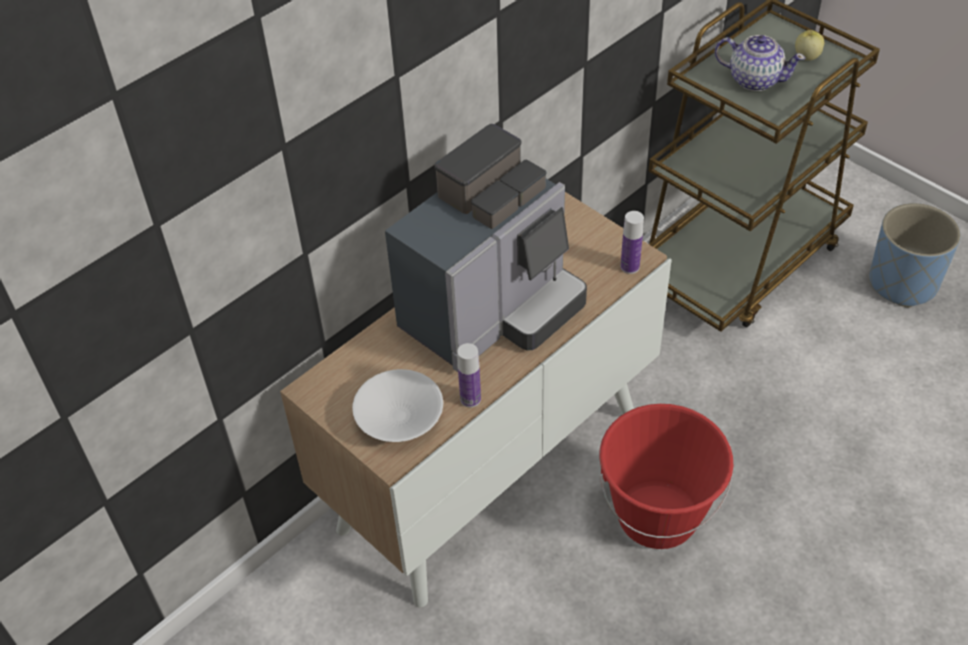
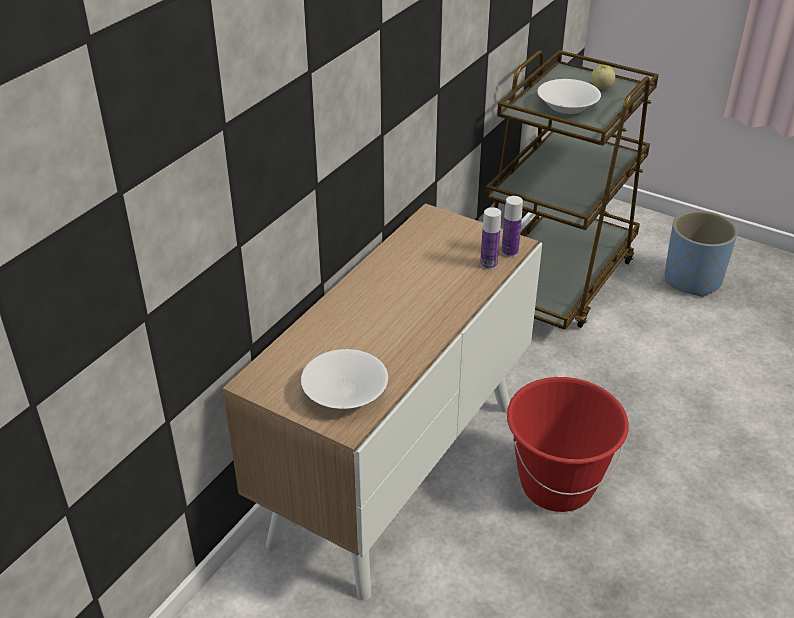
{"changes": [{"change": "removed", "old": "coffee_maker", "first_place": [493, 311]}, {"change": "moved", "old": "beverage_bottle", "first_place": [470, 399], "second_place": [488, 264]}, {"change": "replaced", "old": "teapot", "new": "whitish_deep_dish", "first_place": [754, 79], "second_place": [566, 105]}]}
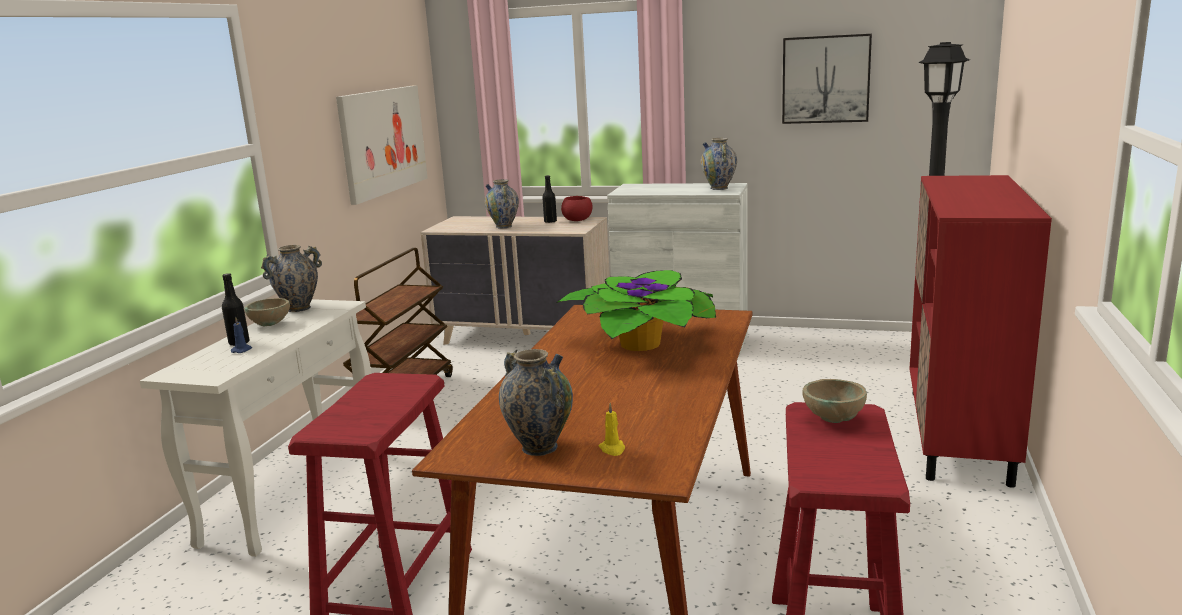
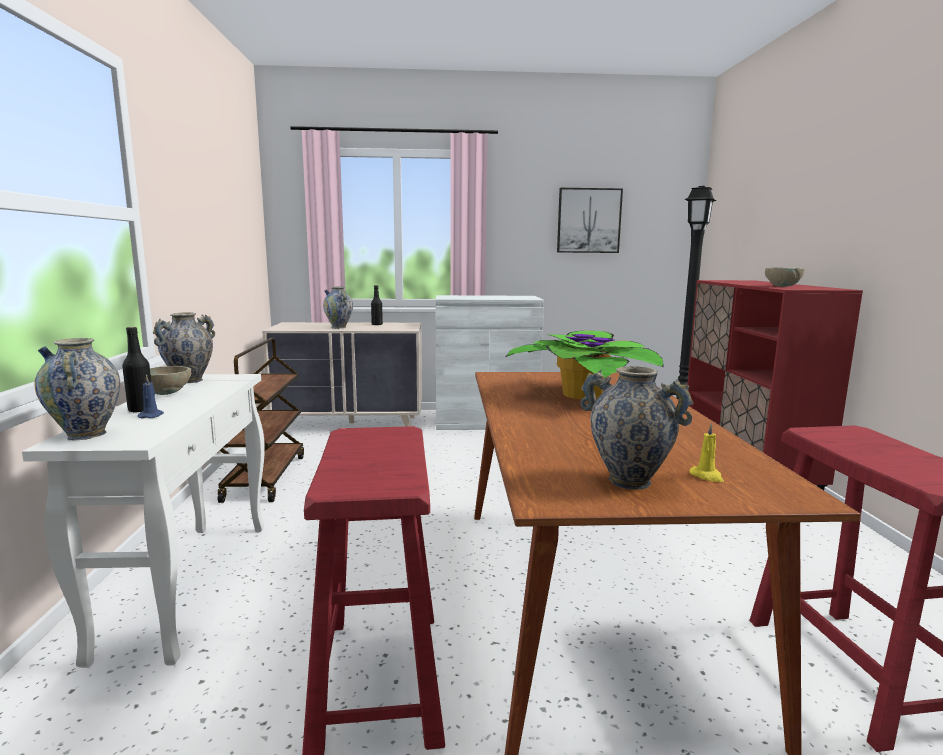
{"changes": [{"change": "removed", "old": "wall_art", "first_place": [383, 141]}, {"change": "removed", "old": "red-coloured_deep_dish", "first_place": [578, 220]}, {"change": "moved", "old": "vase", "first_place": [719, 188], "second_place": [86, 434]}, {"change": "moved", "old": "sand-coloured_deep_dish", "first_place": [832, 419], "second_place": [782, 286]}]}
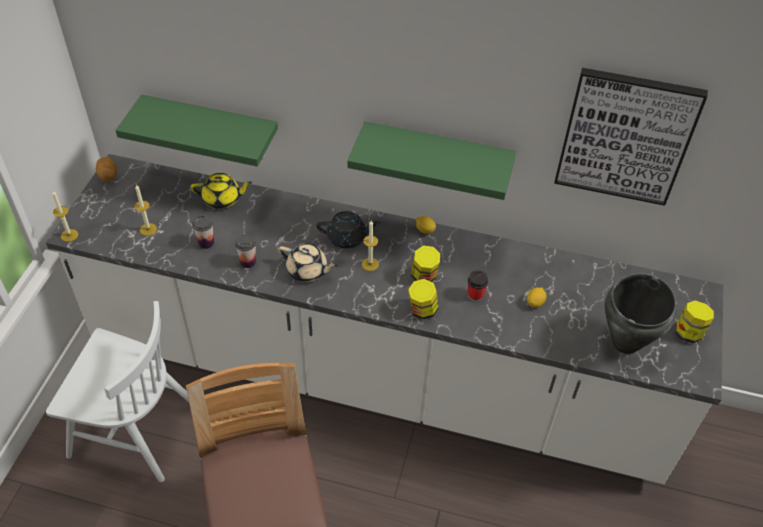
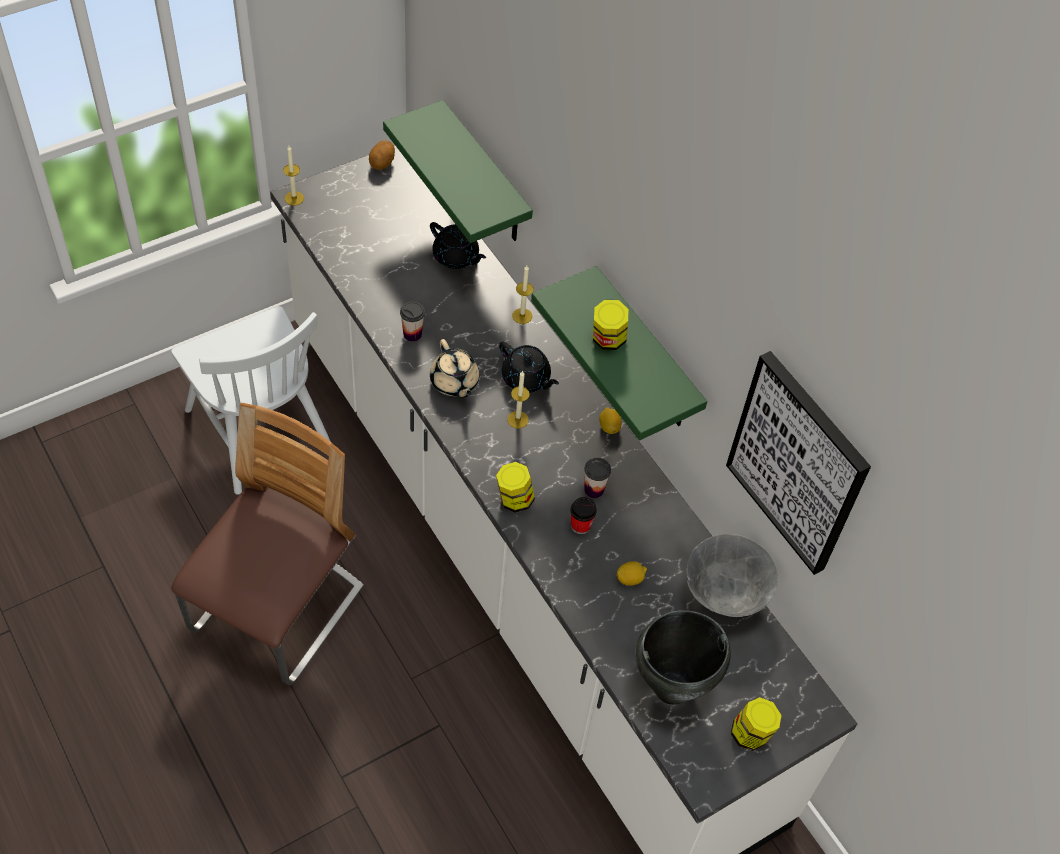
{"changes": [{"change": "added", "new": "gray_deep_dish", "second_place": [724, 596]}, {"change": "moved", "old": "wax_light", "first_place": [148, 229], "second_place": [522, 316]}, {"change": "moved", "old": "drinking_cup", "first_place": [206, 243], "second_place": [594, 490]}, {"change": "moved", "old": "storage_jar", "first_place": [424, 276], "second_place": [607, 340]}, {"change": "recoloured", "old": "yellow-coloured_teapot", "new": "black_teapot", "first_place": [222, 199], "second_place": [456, 257]}]}
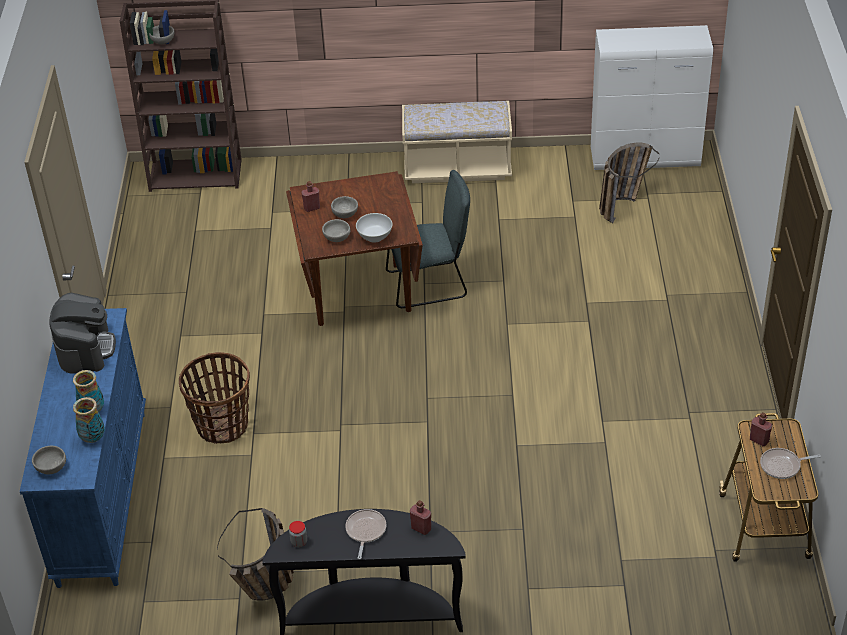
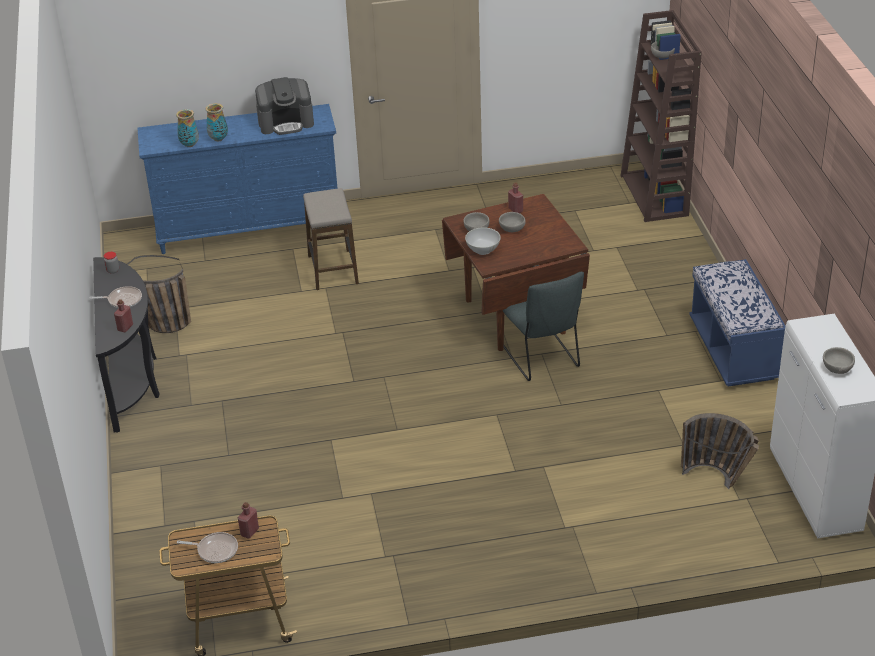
{"changes": [{"change": "moved", "old": "gray_deep_dish", "first_place": [51, 467], "second_place": [837, 368]}, {"change": "replaced", "old": "basket", "new": "stool_seat", "first_place": [222, 425], "second_place": [332, 270]}, {"change": "recoloured", "old": "sand-coloured_long_seat", "new": "bluish_long_seat", "first_place": [457, 168], "second_place": [733, 351]}, {"change": "turned", "old": "frying_pan", "first_place": [782, 466], "second_place": [215, 550], "degrees": 120}]}
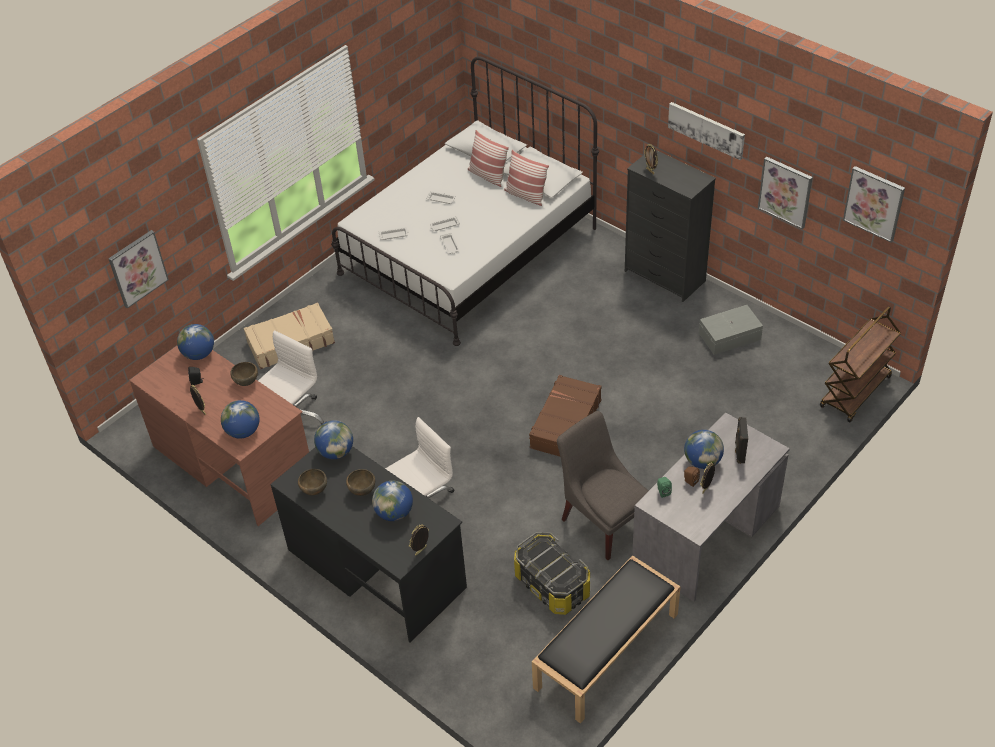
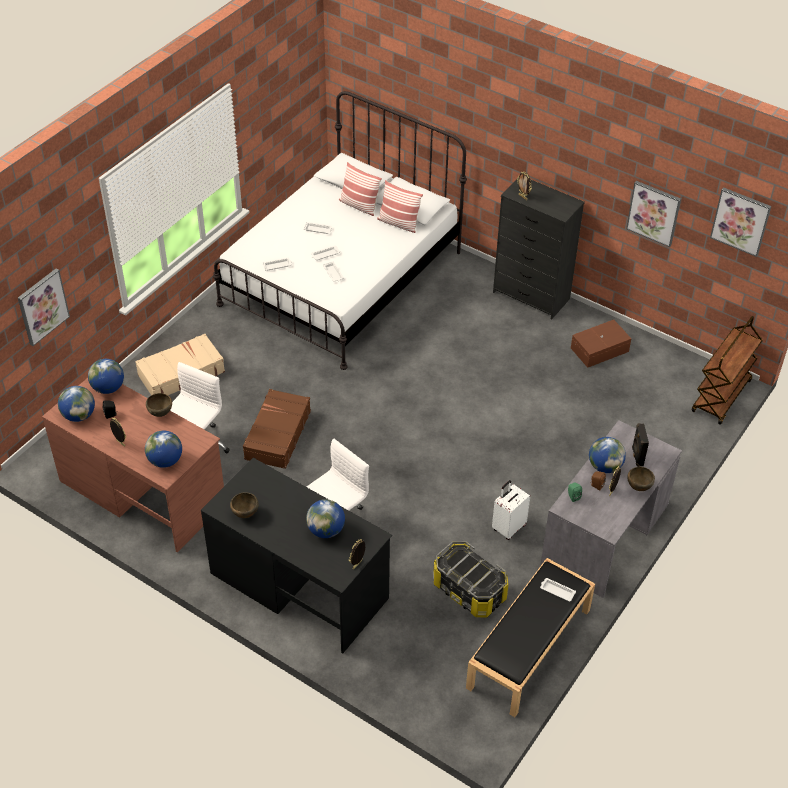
{"changes": [{"change": "removed", "old": "wall_art", "first_place": [706, 129]}, {"change": "added", "new": "whitish_serving_tray", "second_place": [557, 591]}, {"change": "moved", "old": "globe", "first_place": [336, 452], "second_place": [79, 415]}, {"change": "moved", "old": "brown_deep_dish", "first_place": [362, 491], "second_place": [638, 487]}, {"change": "moved", "old": "brown_travel_case", "first_place": [565, 424], "second_place": [277, 435]}, {"change": "replaced", "old": "gray_chair", "new": "whitish_travel_case", "first_place": [603, 520], "second_place": [508, 527]}, {"change": "recoloured", "old": "gray_storage_box", "new": "brown_storage_box", "first_place": [730, 336], "second_place": [600, 350]}]}
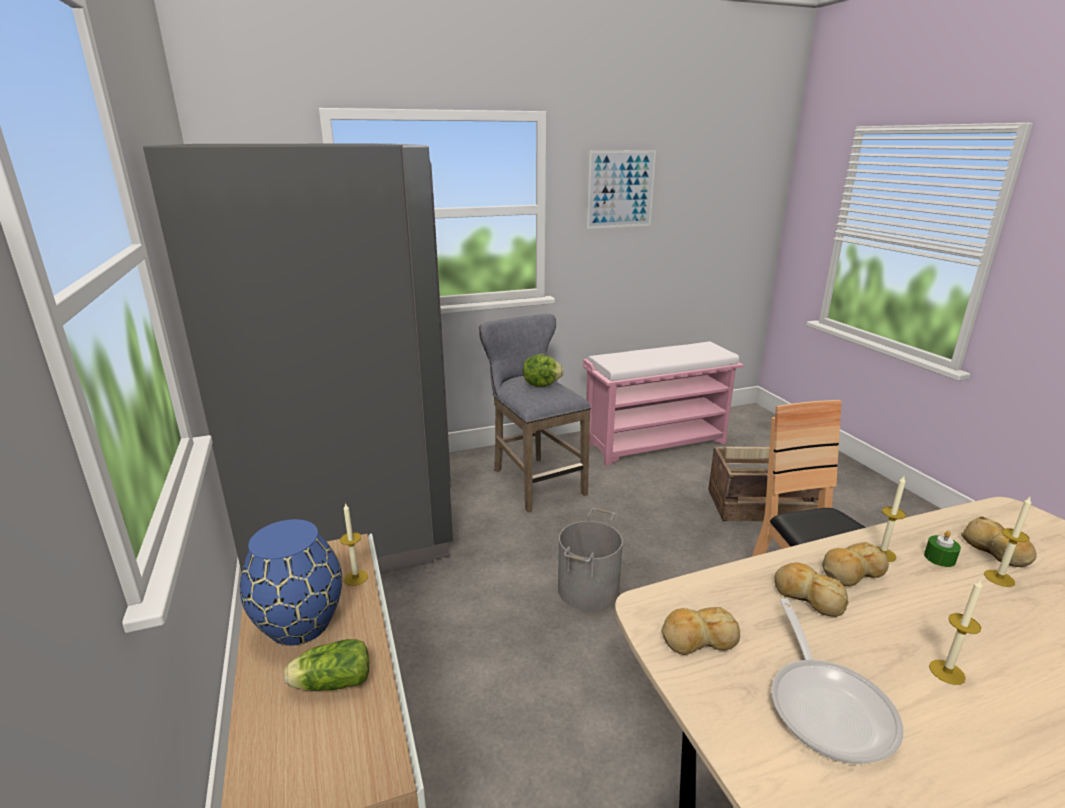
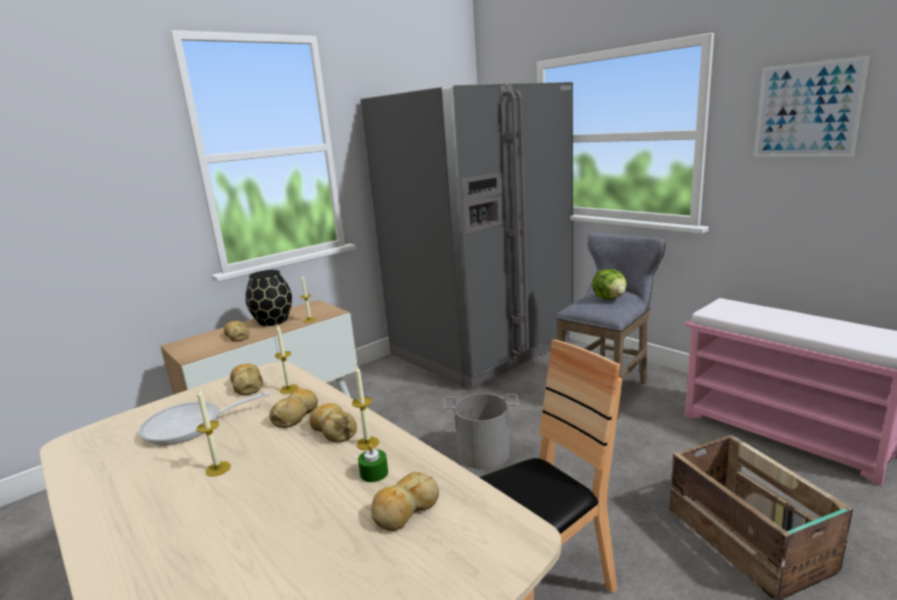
{"changes": [{"change": "moved", "old": "wax_light", "first_place": [999, 578], "second_place": [289, 389]}, {"change": "replaced", "old": "lettuce", "new": "bread", "first_place": [330, 683], "second_place": [237, 336]}, {"change": "recoloured", "old": "bluish_vase", "new": "black_vase", "first_place": [301, 624], "second_place": [273, 321]}]}
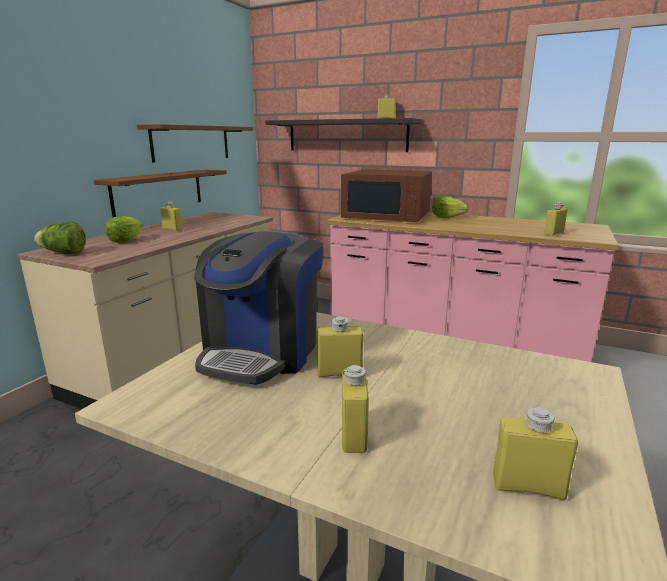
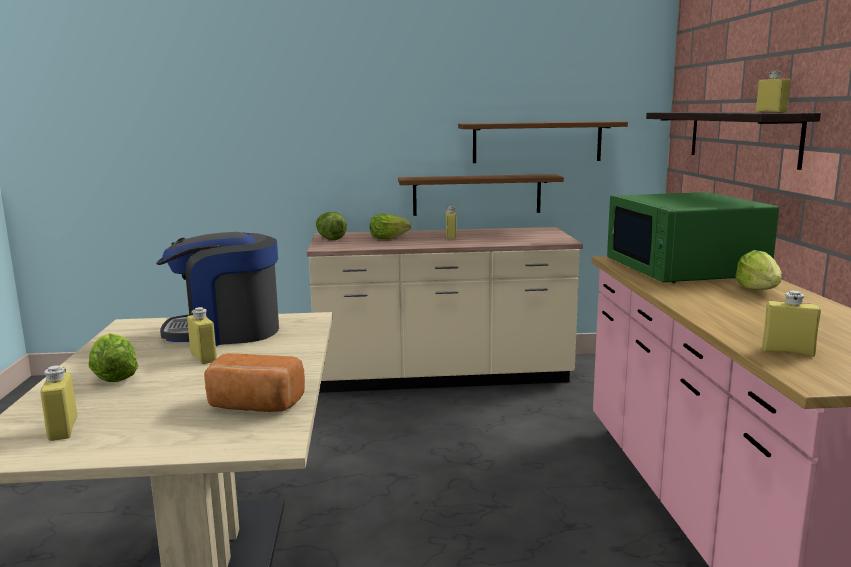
{"changes": [{"change": "added", "new": "bread", "second_place": [254, 406]}, {"change": "replaced", "old": "yellow-coloured_beverage_bottle", "new": "lettuce", "first_place": [353, 434], "second_place": [113, 377]}, {"change": "recoloured", "old": "brown_microwave_oven", "new": "greenish_microwave_oven", "first_place": [387, 216], "second_place": [684, 268]}]}
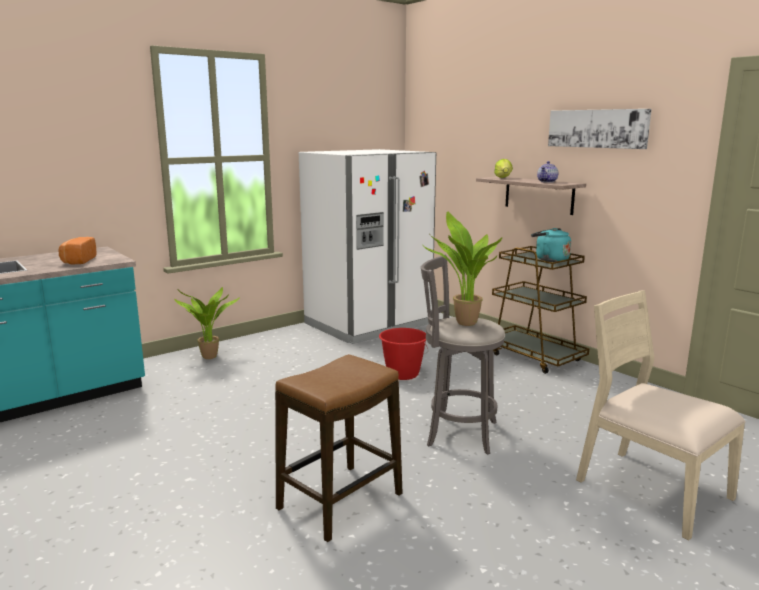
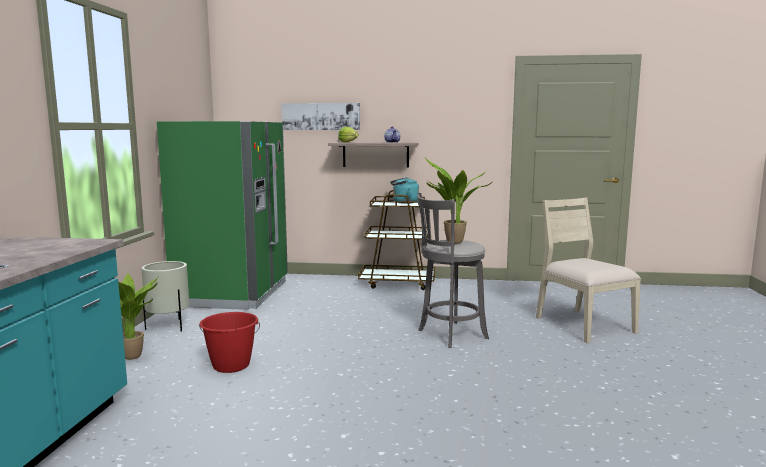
{"changes": [{"change": "removed", "old": "bread", "first_place": [78, 261]}, {"change": "removed", "old": "stool_seat", "first_place": [340, 502]}, {"change": "added", "new": "sand-coloured_plant_pot", "second_place": [169, 326]}, {"change": "moved", "old": "red-coloured_pail", "first_place": [403, 374], "second_place": [231, 366]}, {"change": "moved", "old": "wall_art", "first_place": [597, 128], "second_place": [321, 116]}, {"change": "recoloured", "old": "whitish_fridge", "new": "greenish_fridge", "first_place": [368, 324], "second_place": [233, 294]}, {"change": "turned", "old": "sand-coloured_chair", "first_place": [651, 489], "second_place": [582, 324], "degrees": 60}]}
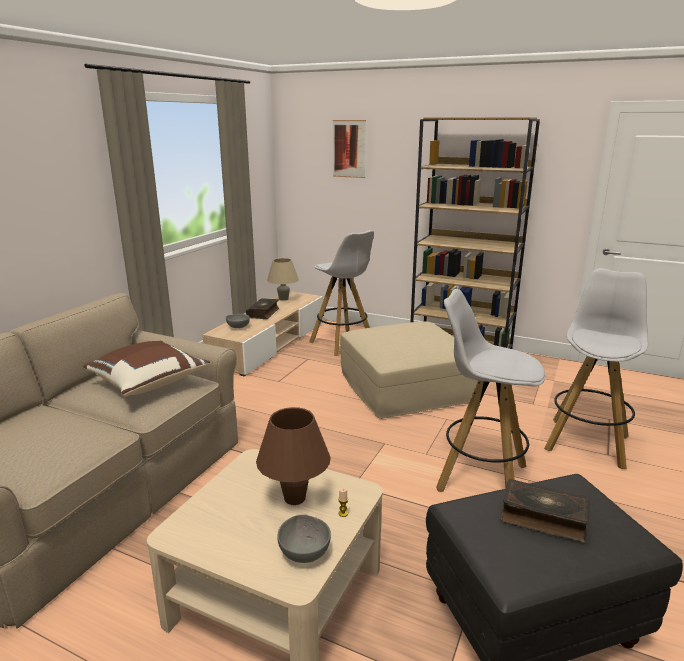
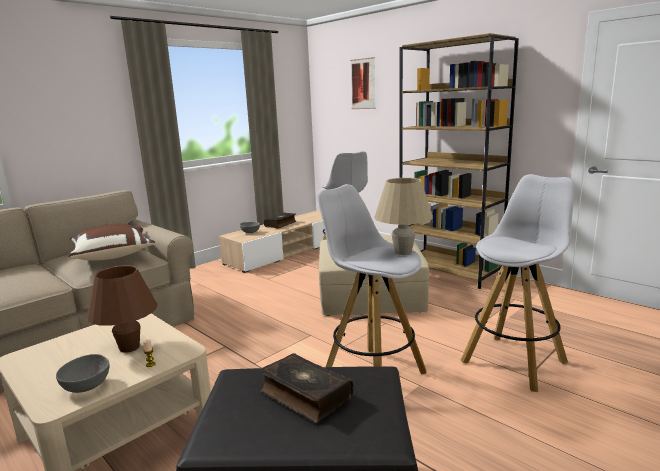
{"changes": [{"change": "moved", "old": "sand-coloured_lamp_for_a_table", "first_place": [283, 299], "second_place": [403, 252]}]}
